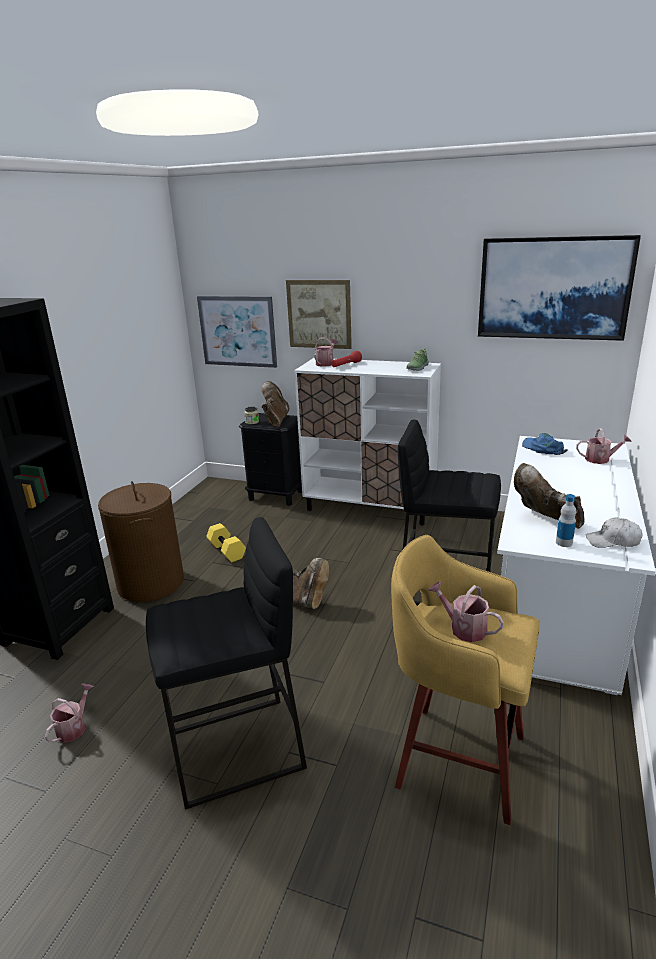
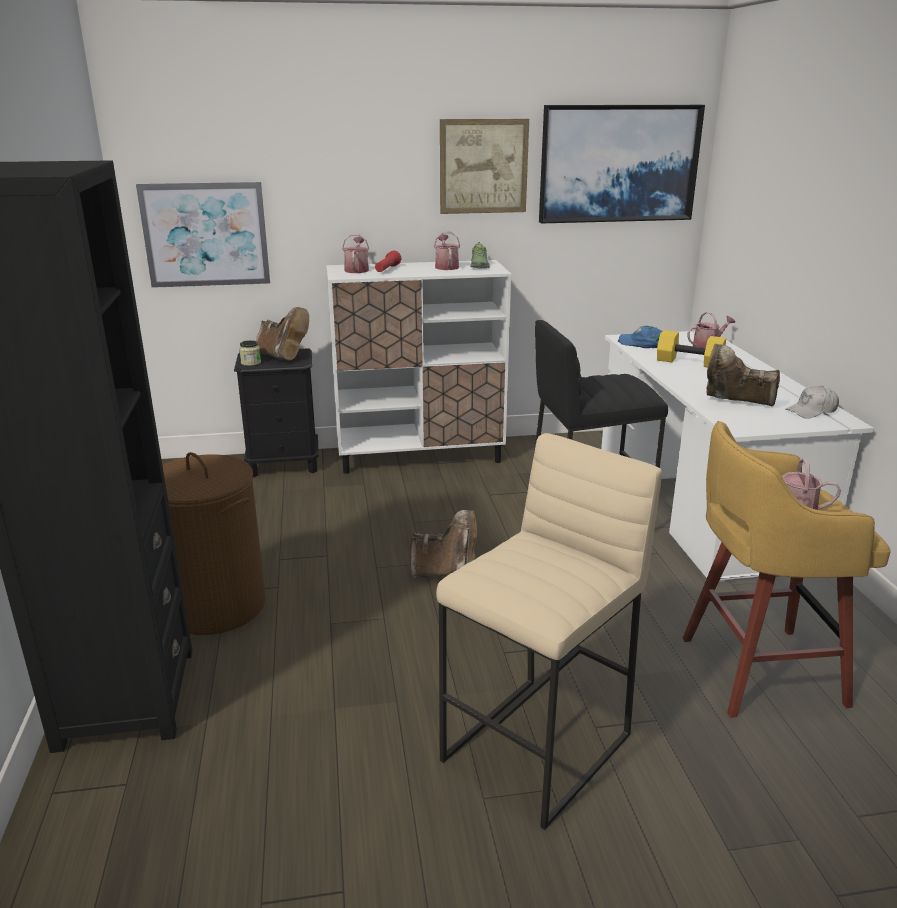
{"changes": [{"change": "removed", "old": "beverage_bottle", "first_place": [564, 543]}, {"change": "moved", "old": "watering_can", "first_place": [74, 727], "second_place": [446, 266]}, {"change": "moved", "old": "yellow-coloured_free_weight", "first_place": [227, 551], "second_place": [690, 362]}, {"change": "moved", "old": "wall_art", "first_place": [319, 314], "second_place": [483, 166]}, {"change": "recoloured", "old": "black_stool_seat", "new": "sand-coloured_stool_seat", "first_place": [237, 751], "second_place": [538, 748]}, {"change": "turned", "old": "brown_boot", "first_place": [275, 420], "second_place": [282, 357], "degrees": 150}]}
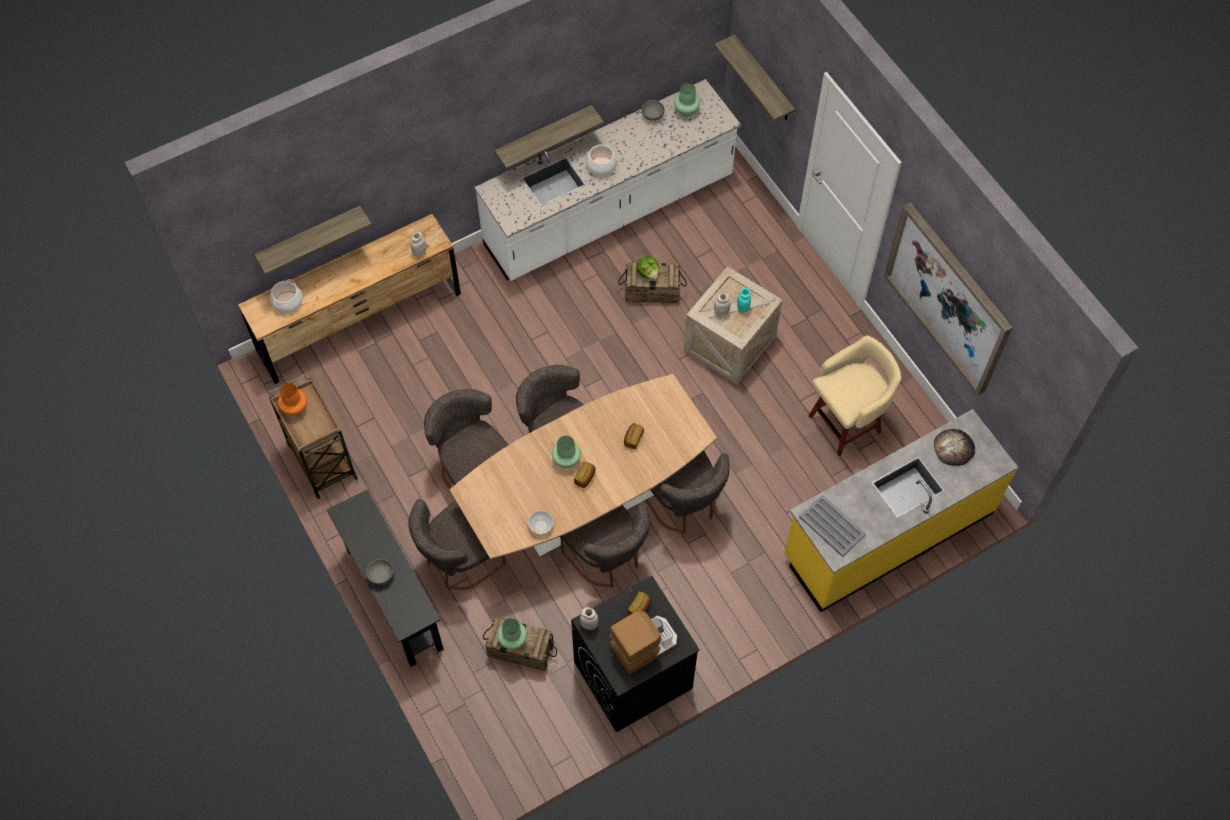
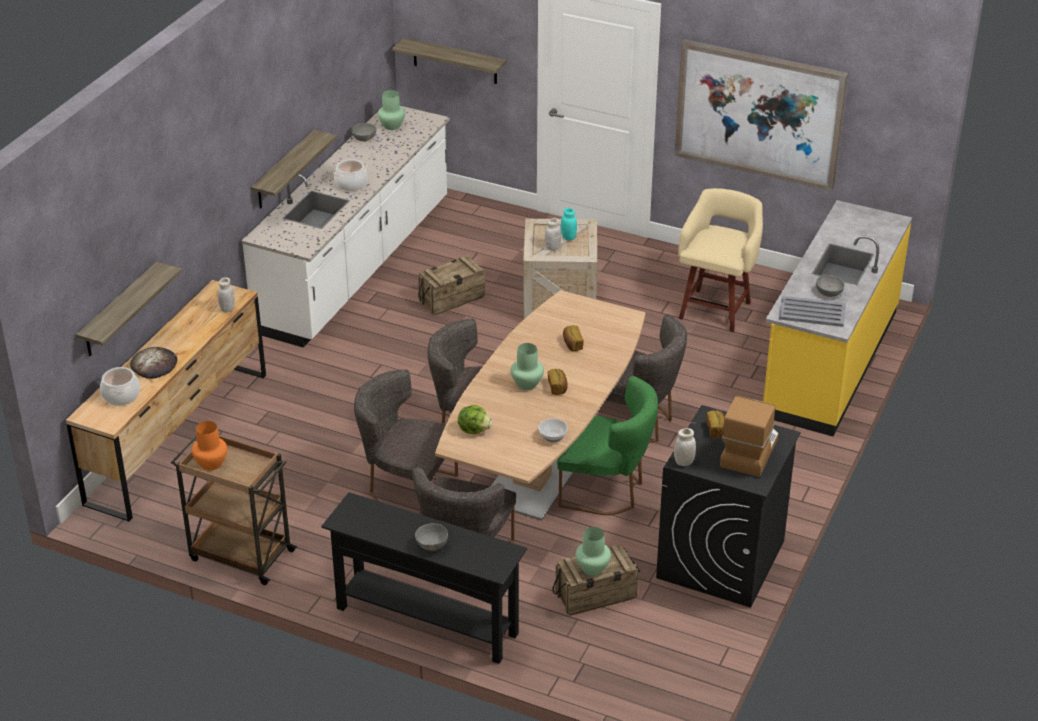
{"changes": [{"change": "added", "new": "gray_deep_dish", "second_place": [829, 293]}, {"change": "moved", "old": "lettuce", "first_place": [648, 273], "second_place": [474, 429]}, {"change": "moved", "old": "bread", "first_place": [953, 448], "second_place": [154, 365]}, {"change": "recoloured", "old": "gray_chair", "new": "greenish_chair", "first_place": [607, 558], "second_place": [606, 490]}]}
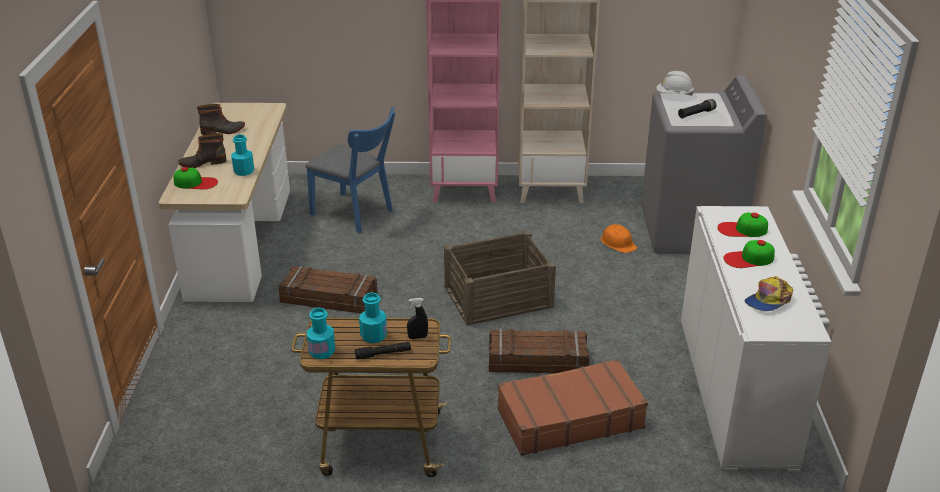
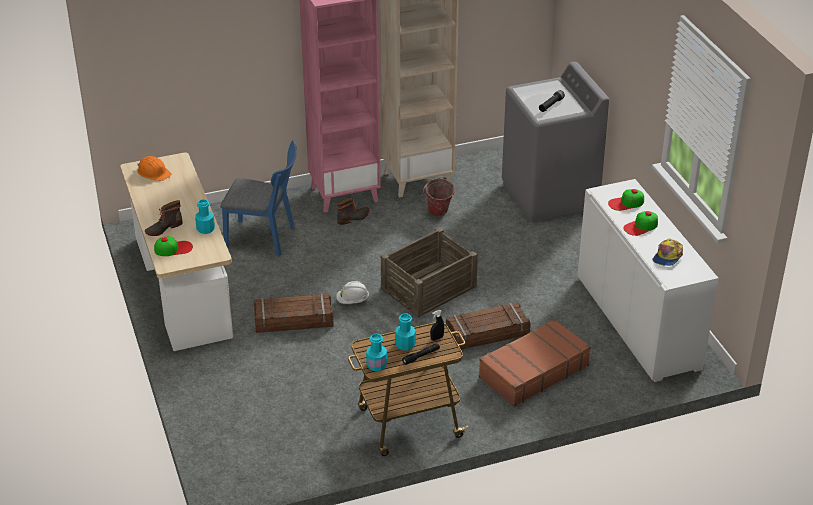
{"changes": [{"change": "added", "new": "pail", "second_place": [438, 213]}, {"change": "moved", "old": "boot", "first_place": [223, 131], "second_place": [353, 218]}, {"change": "moved", "old": "orange-coloured_hard_hat", "first_place": [618, 243], "second_place": [153, 172]}, {"change": "moved", "old": "whitish_hard_hat", "first_place": [674, 95], "second_place": [352, 301]}]}
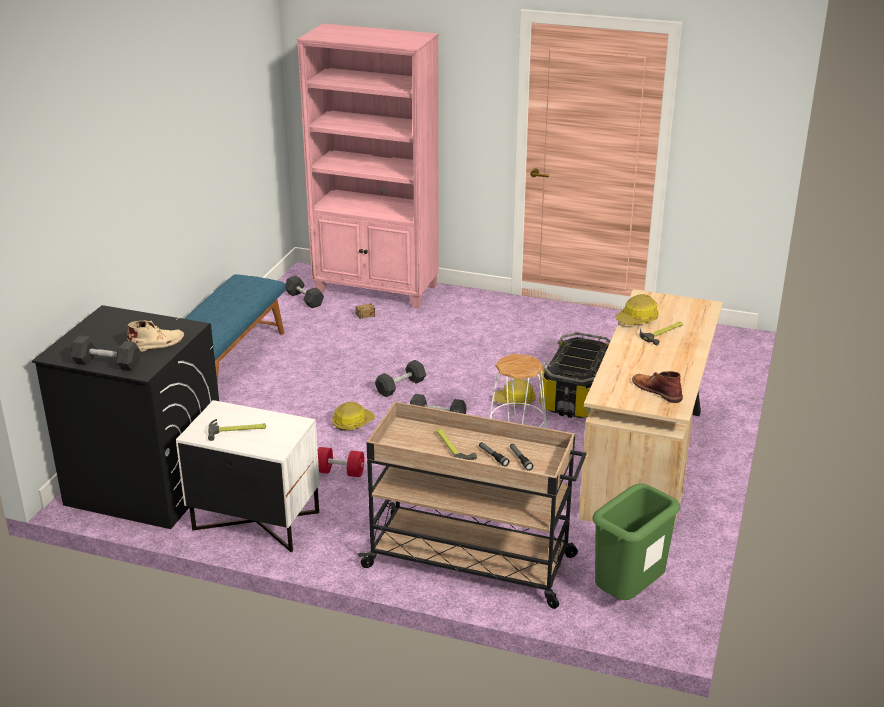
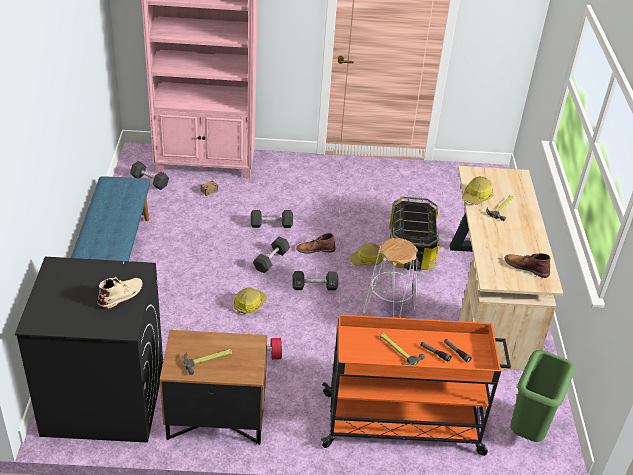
{"changes": [{"change": "added", "new": "brown_boot", "second_place": [315, 249]}, {"change": "moved", "old": "black_free_weight", "first_place": [107, 363], "second_place": [271, 225]}, {"change": "recoloured", "old": "whitish_nightstand", "new": "brown_nightstand", "first_place": [255, 522], "second_place": [215, 420]}, {"change": "recoloured", "old": "sand-coloured_wheeled_cart", "new": "orange-coloured_wheeled_cart", "first_place": [472, 562], "second_place": [404, 424]}]}
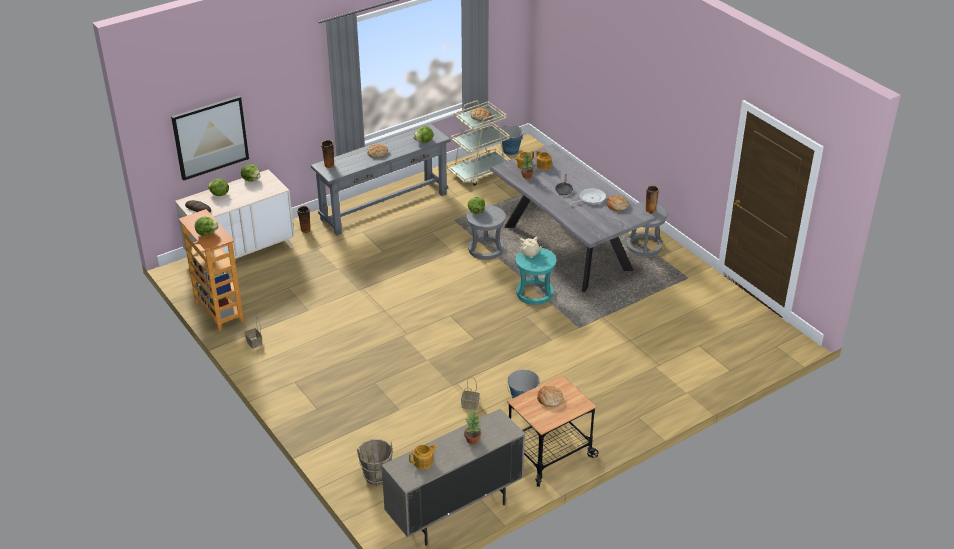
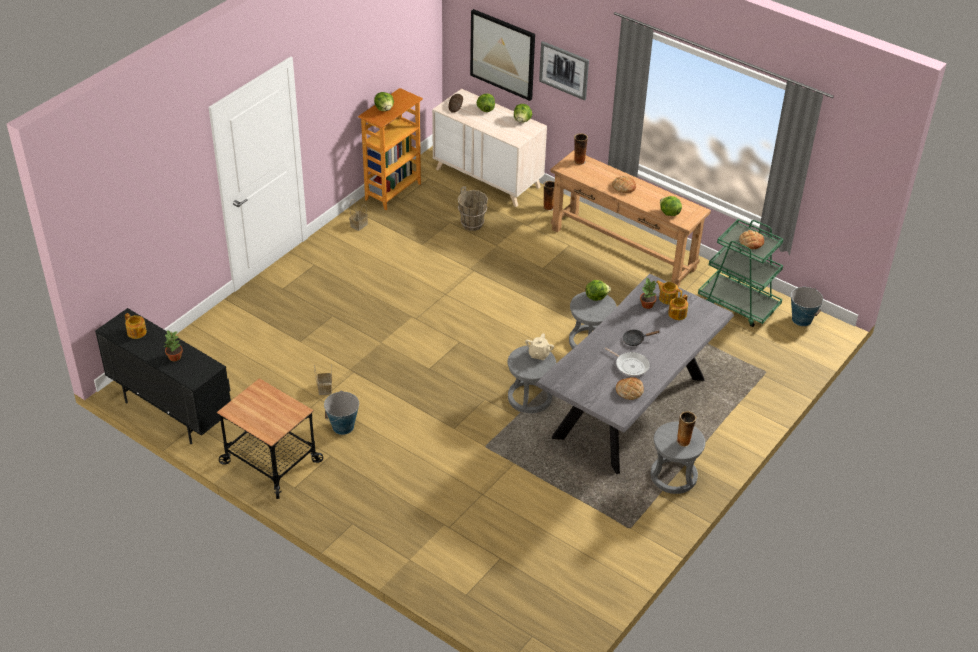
{"changes": [{"change": "removed", "old": "bread", "first_place": [550, 398]}, {"change": "added", "new": "wall_art", "second_place": [564, 70]}, {"change": "moved", "old": "brown_pail", "first_place": [376, 476], "second_place": [472, 224]}, {"change": "recoloured", "old": "gray_console_table", "new": "brown_console_table", "first_place": [384, 207], "second_place": [623, 249]}, {"change": "recoloured", "old": "sand-coloured_storage_cabinet", "new": "black_storage_cabinet", "first_place": [455, 513], "second_place": [171, 412]}, {"change": "recoloured", "old": "sand-coloured_wheeled_cart", "new": "greenish_wheeled_cart", "first_place": [480, 172], "second_place": [738, 304]}, {"change": "recoloured", "old": "turquoise-coloured_stool_seat", "new": "gray_stool_seat", "first_place": [534, 293], "second_place": [529, 398]}]}
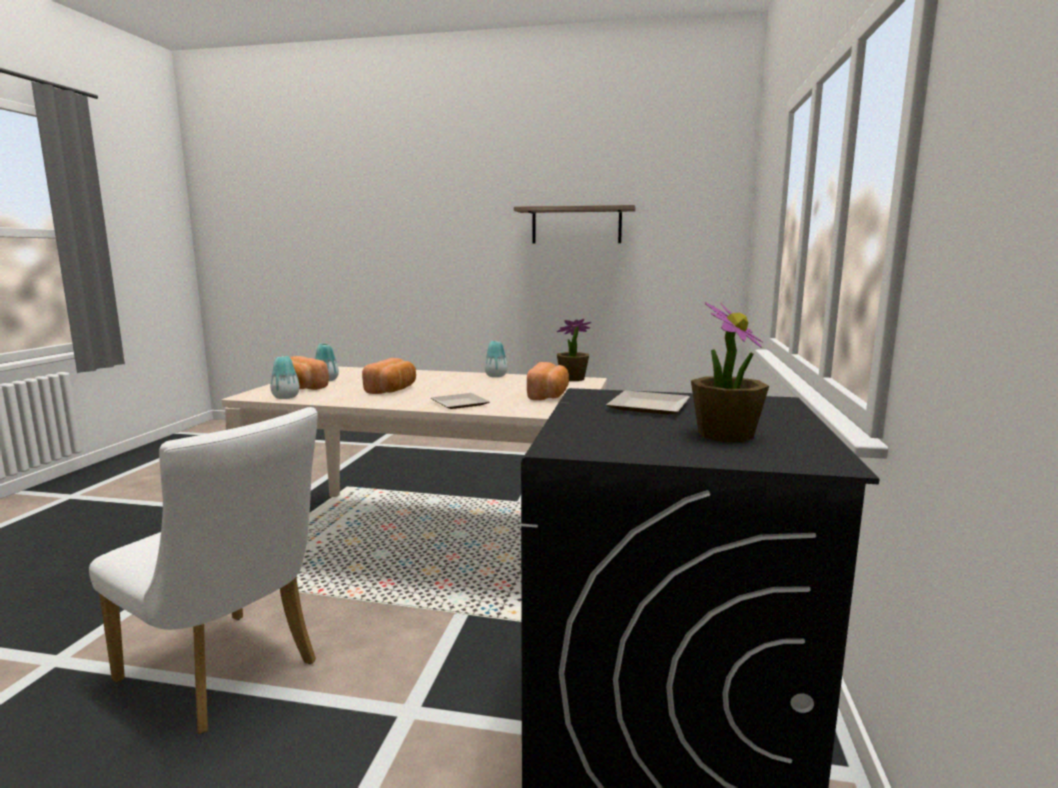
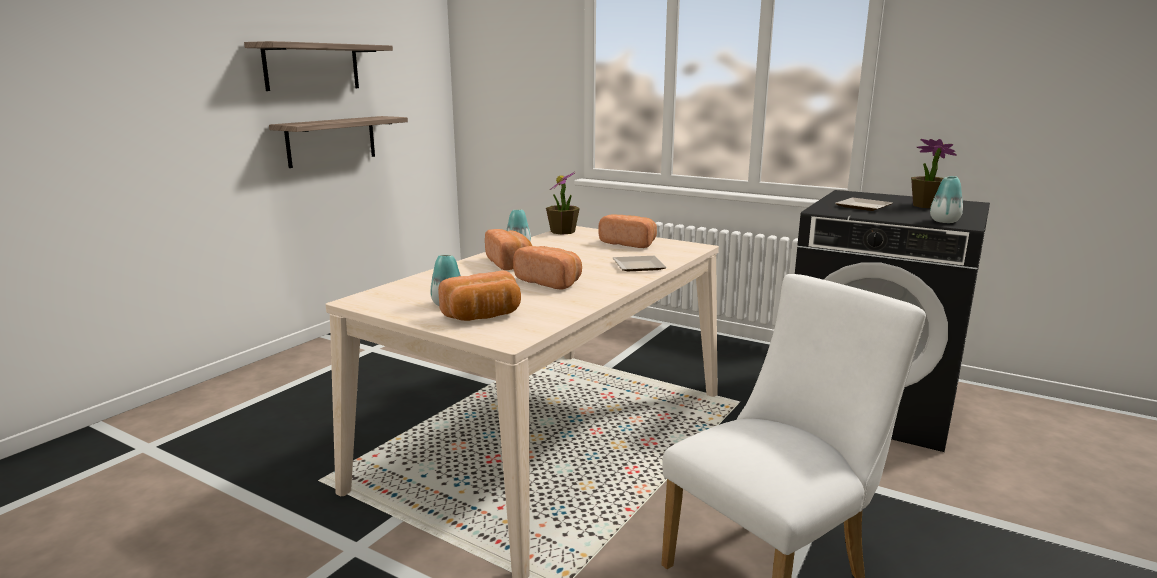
{"changes": [{"change": "added", "new": "wall_shelf", "second_place": [331, 141]}, {"change": "added", "new": "bread", "second_place": [510, 263]}, {"change": "moved", "old": "vase", "first_place": [286, 397], "second_place": [944, 221]}]}
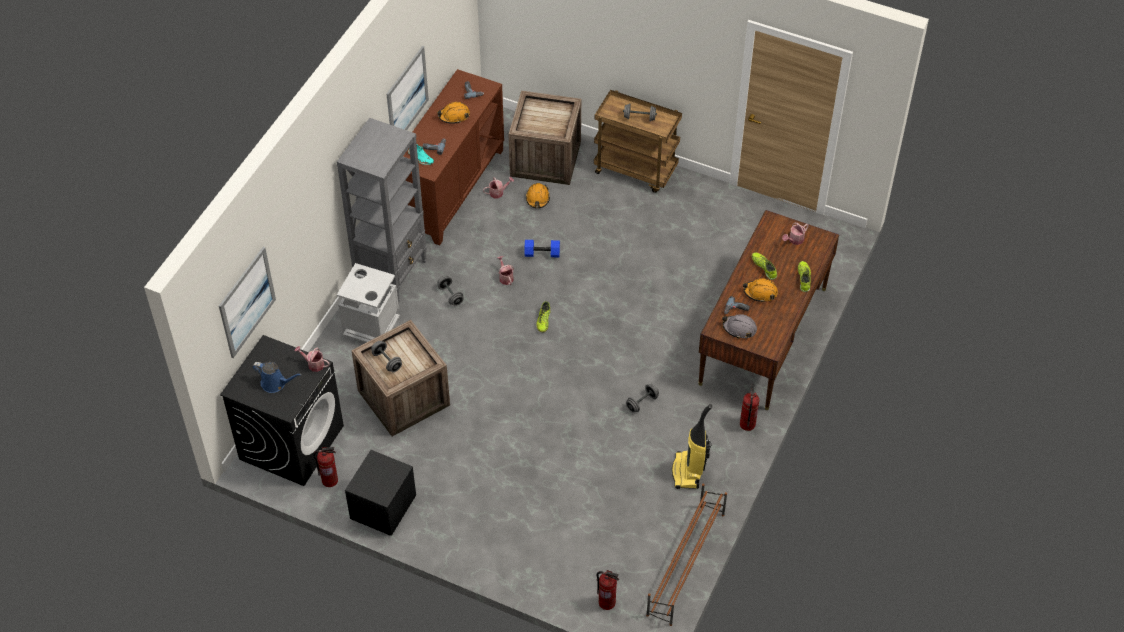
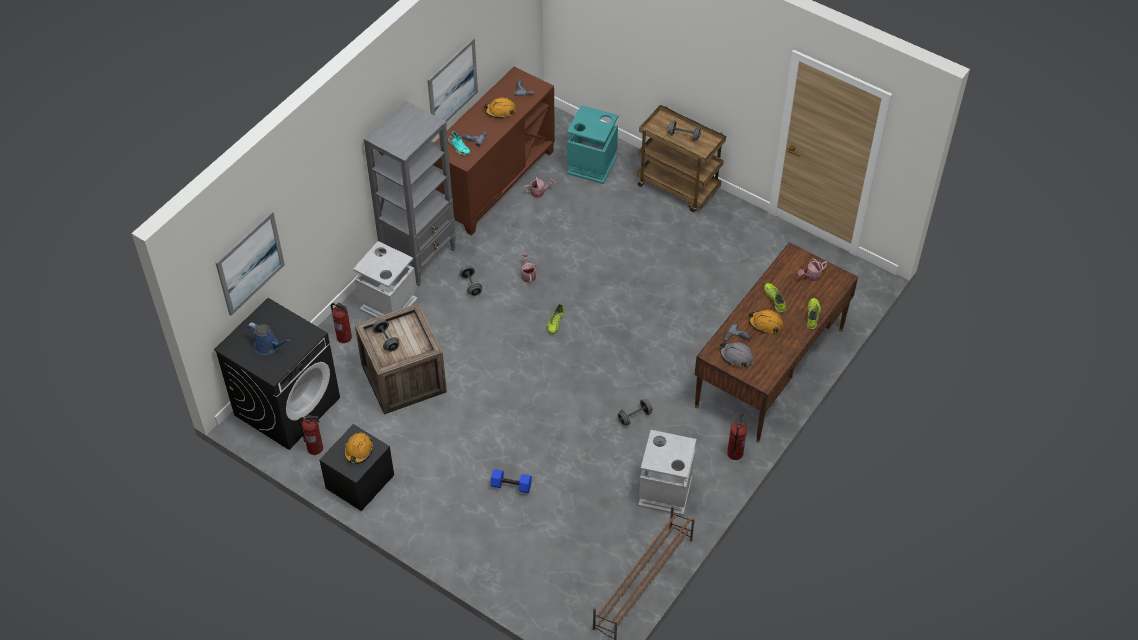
{"changes": [{"change": "removed", "old": "watering_can", "first_place": [313, 364]}, {"change": "moved", "old": "bluish_free_weight", "first_place": [542, 253], "second_place": [511, 485]}, {"change": "moved", "old": "orange-coloured_hard_hat", "first_place": [537, 199], "second_place": [358, 450]}, {"change": "moved", "old": "fire-fighting_cylinder", "first_place": [607, 602], "second_place": [344, 337]}, {"change": "replaced", "old": "shipping_crate", "new": "turquoise-coloured_rubbish_bin", "first_place": [544, 159], "second_place": [591, 165]}, {"change": "replaced", "old": "vacuum", "new": "gray_rubbish_bin", "first_place": [688, 472], "second_place": [665, 492]}]}
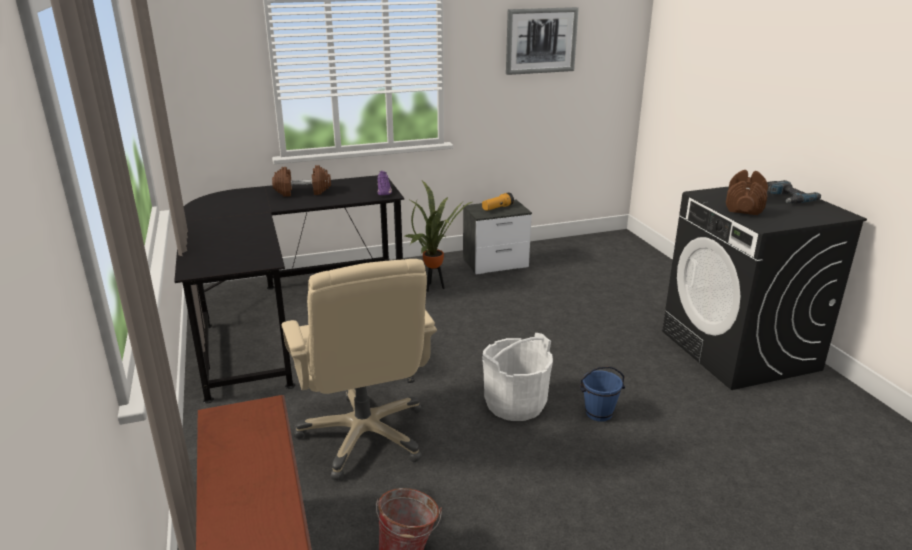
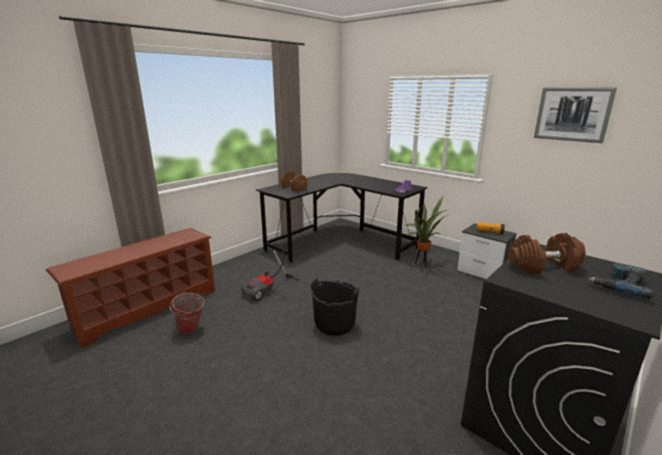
{"changes": [{"change": "removed", "old": "bluish_pail", "first_place": [598, 413]}, {"change": "moved", "old": "brown_free_weight", "first_place": [303, 192], "second_place": [294, 188]}, {"change": "replaced", "old": "sand-coloured_desk_chair", "new": "vacuum", "first_place": [365, 436], "second_place": [268, 290]}, {"change": "recoloured", "old": "whitish_pail", "new": "black_pail", "first_place": [515, 403], "second_place": [335, 324]}]}
